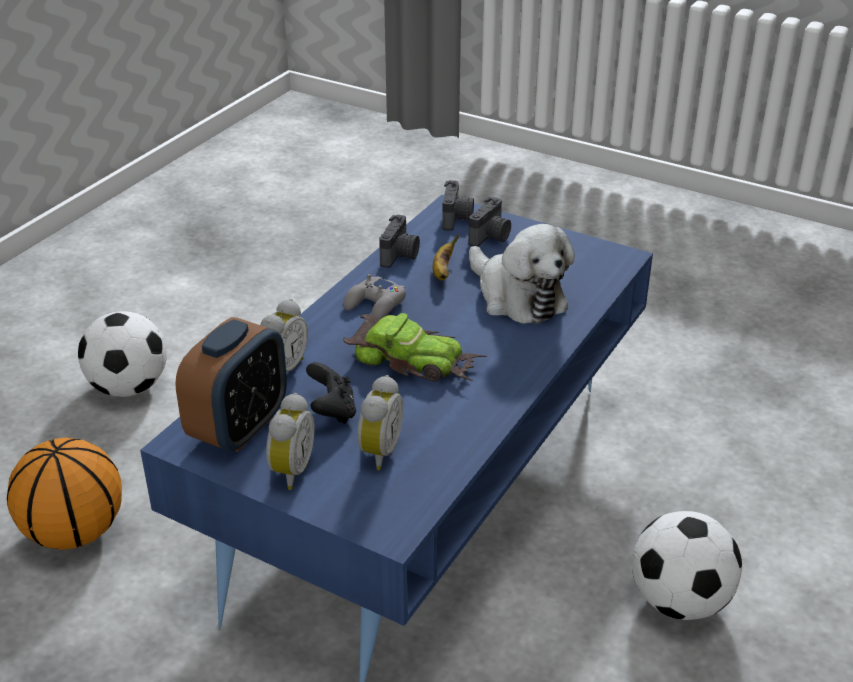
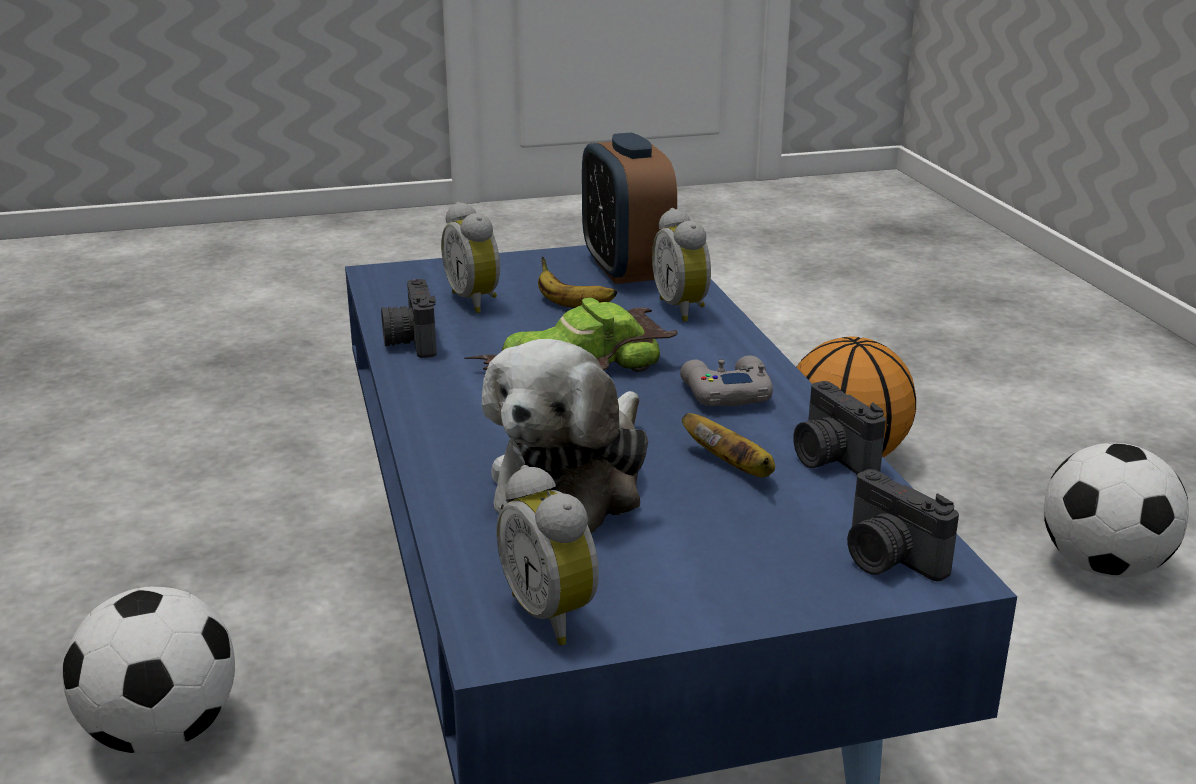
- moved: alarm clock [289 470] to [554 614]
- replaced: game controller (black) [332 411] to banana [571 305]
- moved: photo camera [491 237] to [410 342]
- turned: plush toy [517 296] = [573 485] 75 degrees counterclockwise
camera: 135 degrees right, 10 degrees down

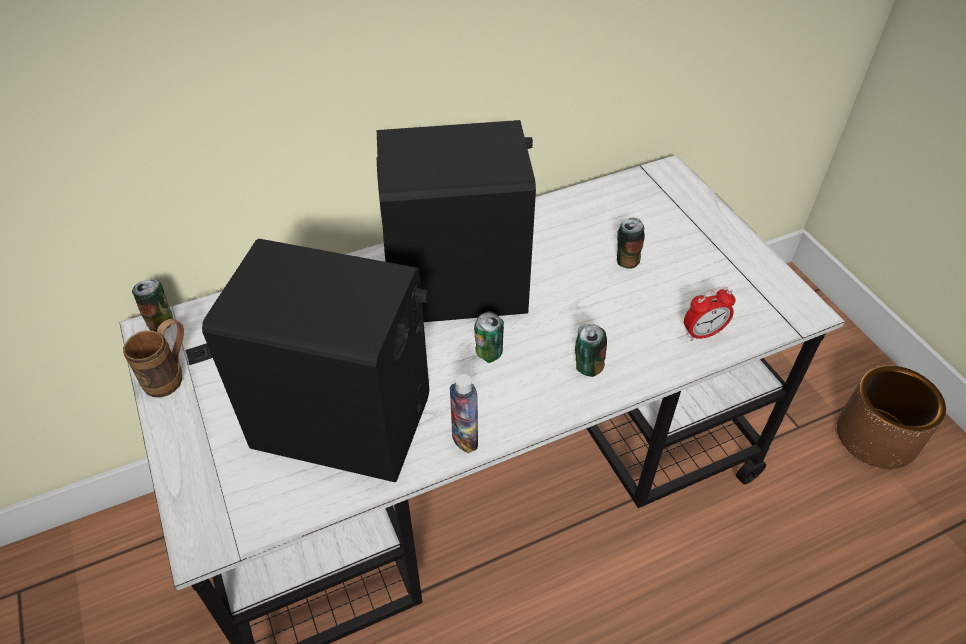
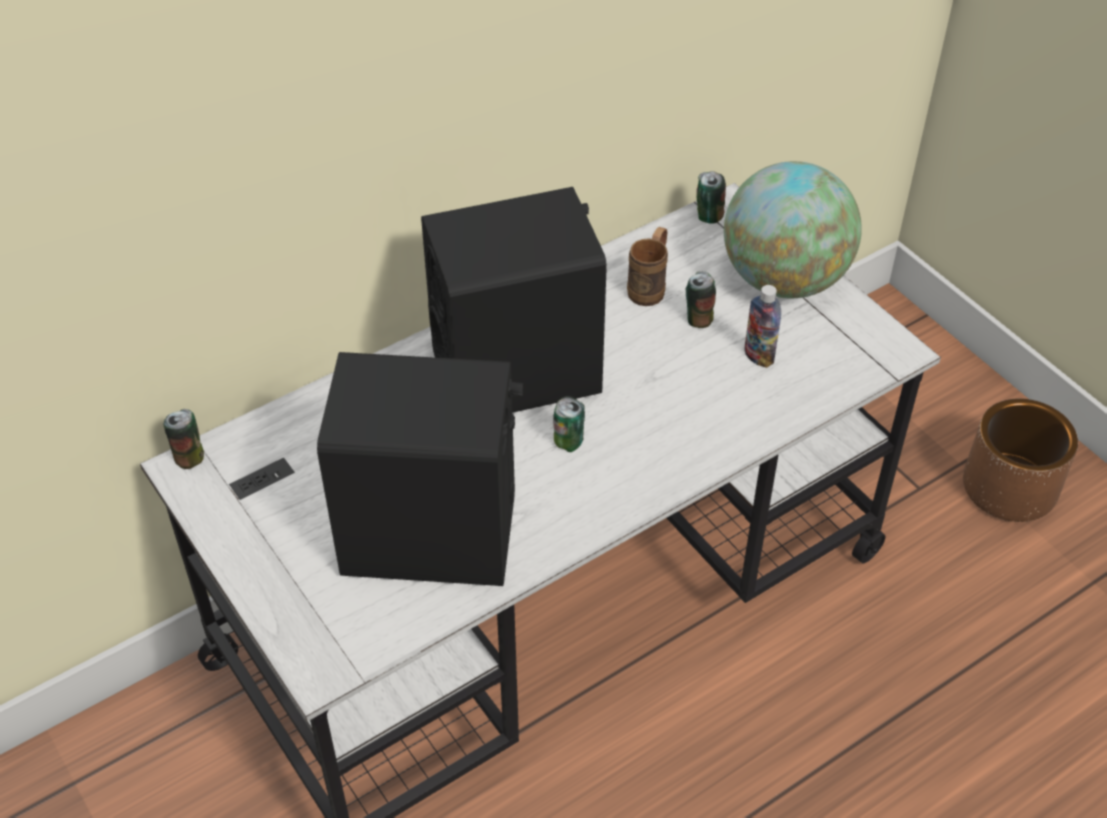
- moved: mug (brown) [171 376] to [650 287]
- moved: bottle [464 438] to [758 356]
- moved: can [587 366] to [708 216]
- removed: alarm clock [703 333]
- added: globe [783 279]
camera: 10 degrees left, 0 degrees up

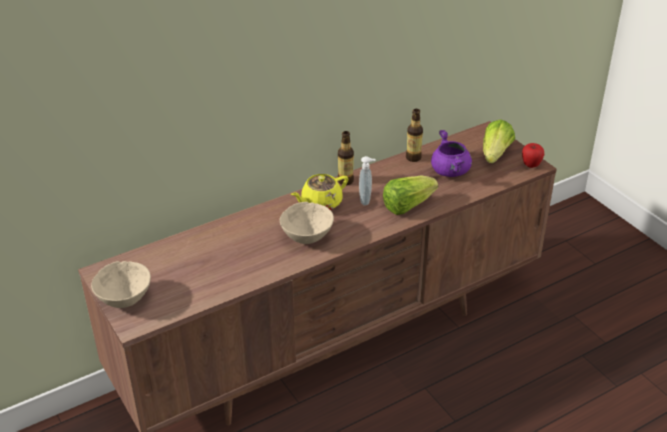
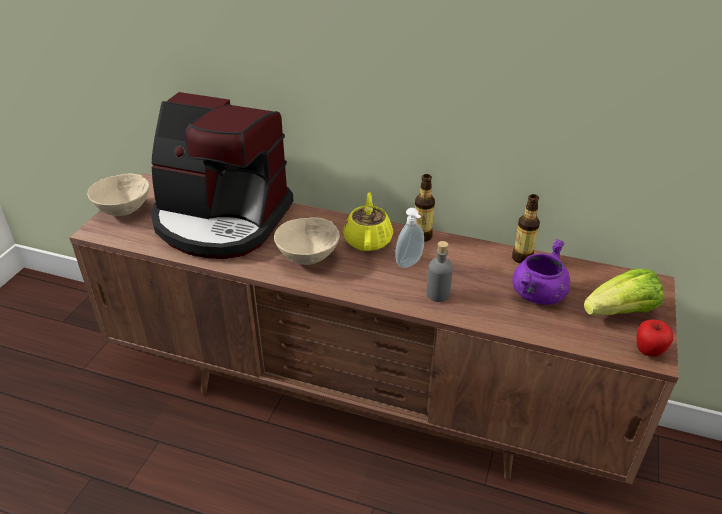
- turned: teapot (yellow) [320 203] = [368 240] 75 degrees clockwise
- replaced: lettuce [407 205] to bottle (grey) [438 294]
- added: coffee machine [221 220]
camera: 50 degrees right, 0 degrees up

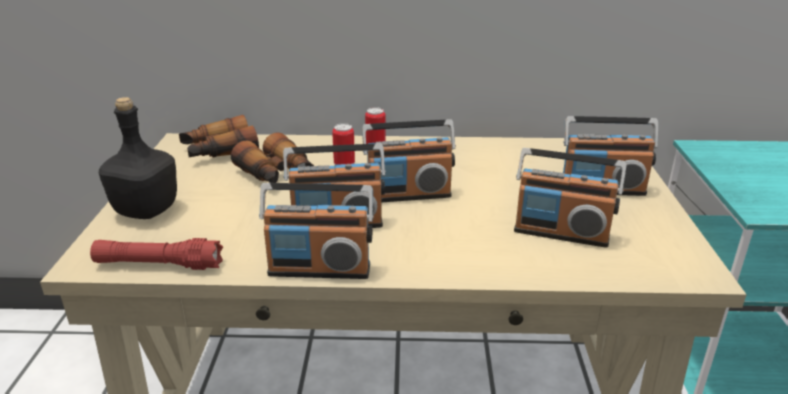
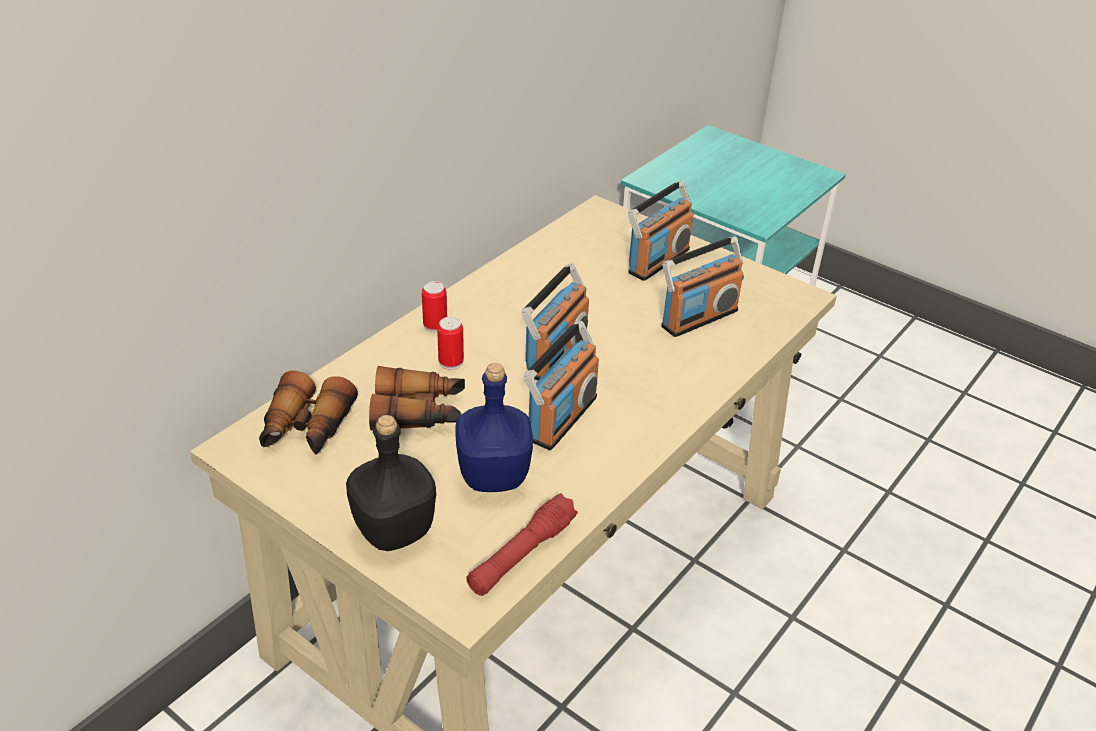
- removed: radio [319 269]
- added: bottle (blue) [494 477]
camera: 55 degrees left, 10 degrees up

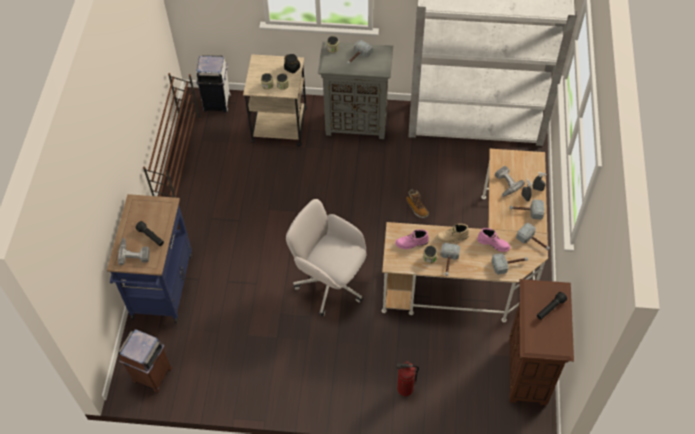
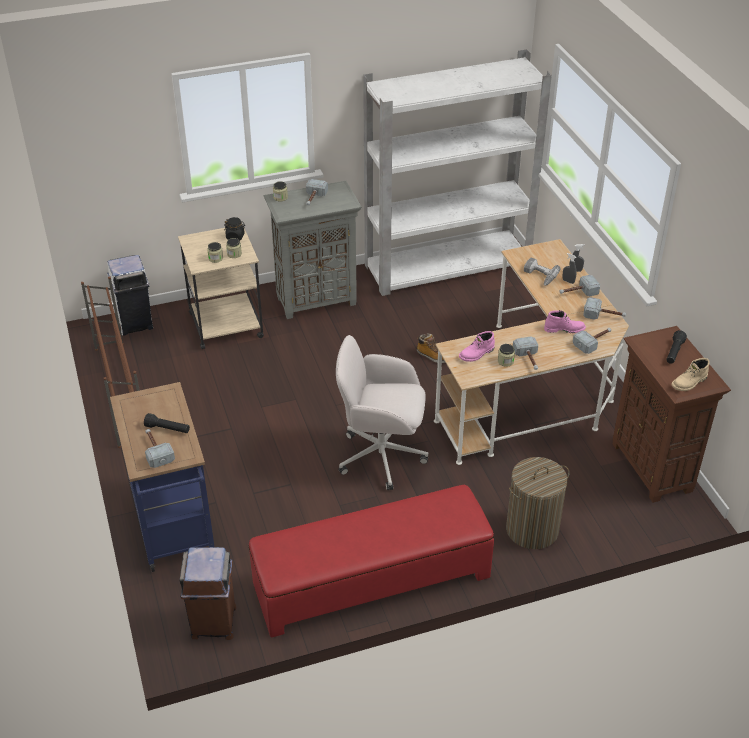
- replaced: power drill [134 252] to hammer [156 450]
- replaced: fire extinguisher [405 389] to laundry basket [532 529]
- moved: boot (beige) [452 237] to [689 383]
- added: bench (red) [371 580]
camera: 25 degrees left, 15 degrees down

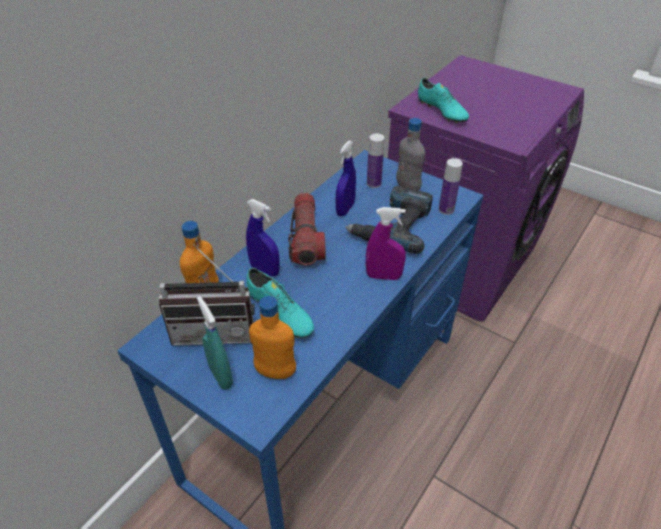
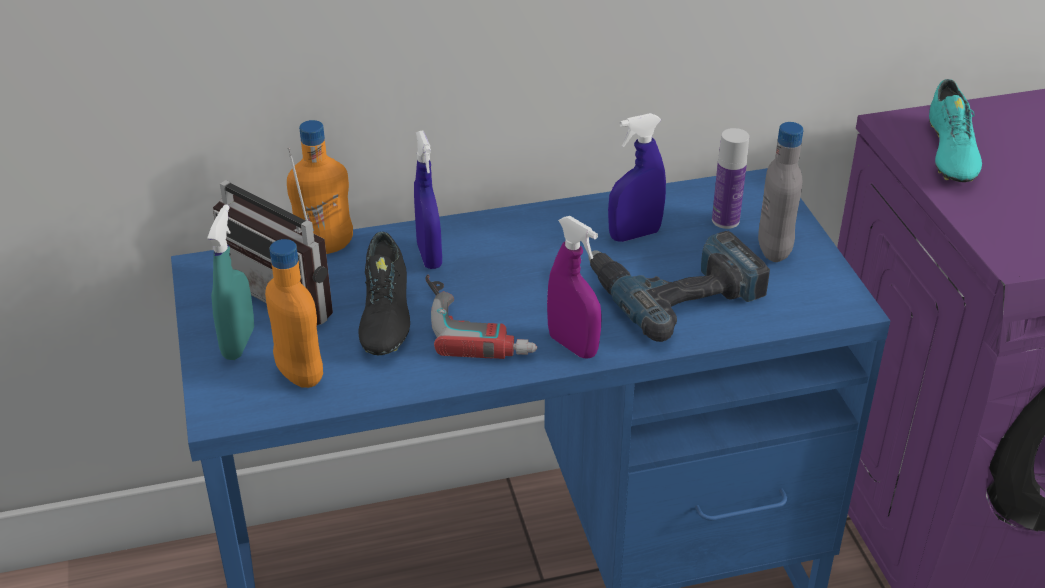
- recoloured: shoe (turquoise) [280 313] to shoe (black) [384 315]
- removed: flashlight [306 238]
- removed: bottle [446 209]
- added: power drill [479 323]
camera: 40 degrees right, 5 degrees down

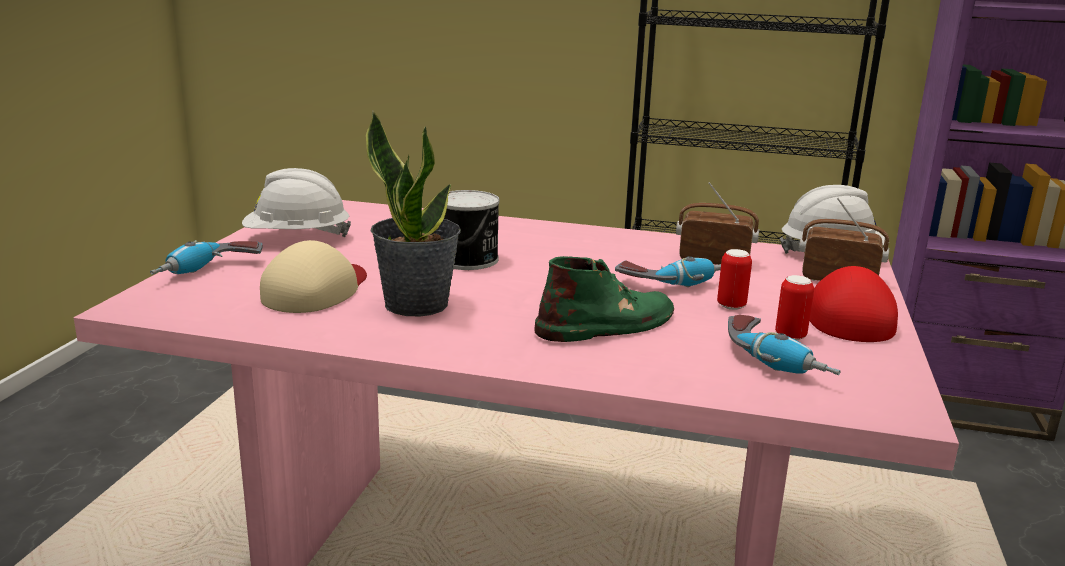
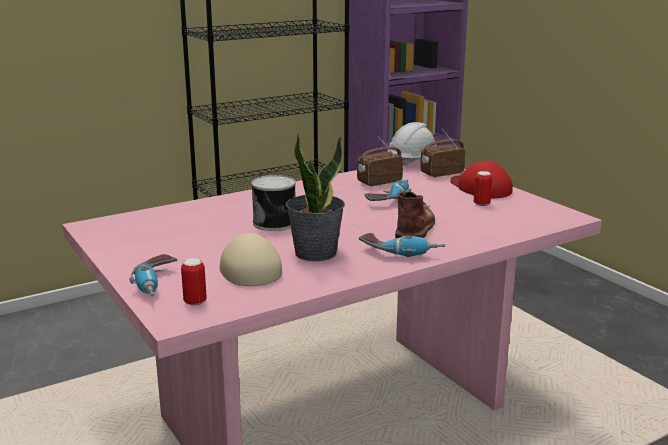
- removed: hard hat (white) [297 239]
- recoloured: boot (green) [608 325] to boot (brown) [414 227]
- moved: can [731 306] to [195 302]
- moved: power drill [777 361] to [401 252]
camera: 45 degrees left, 0 degrees up

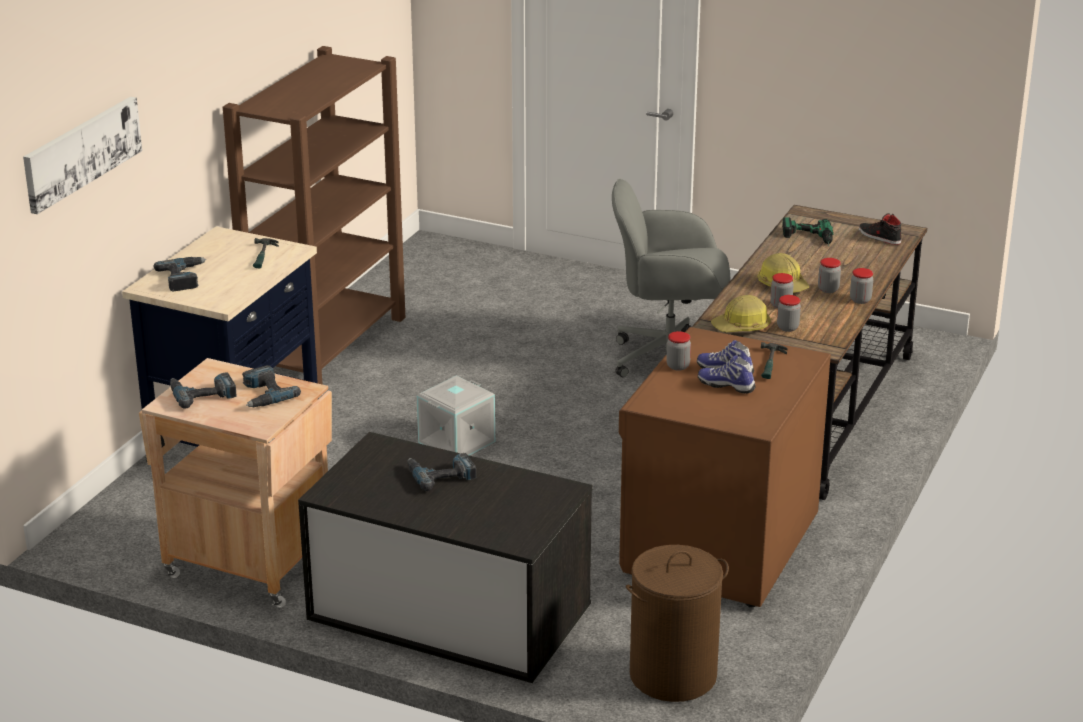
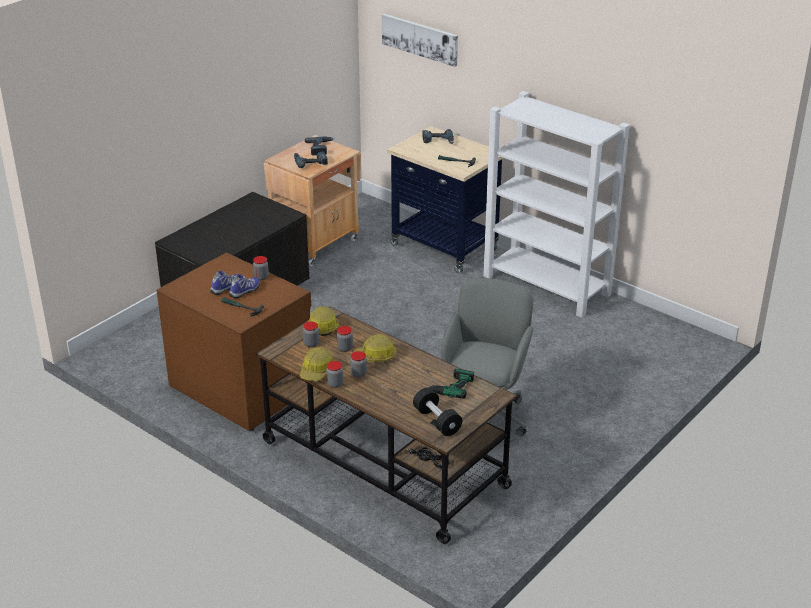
- recoloured: bookcase (brown) [327 347] to bookcase (white) [546 285]
- removed: power drill [441 475]
- removed: storage box (grey) [457 443]
- removed: laundry basket (brown) [672 675]
- replaced: shoe (black) [879 237] to dumbbell (black) [437 421]
- added: hard hat [317 371]
camera: 105 degrees right, 5 degrees up

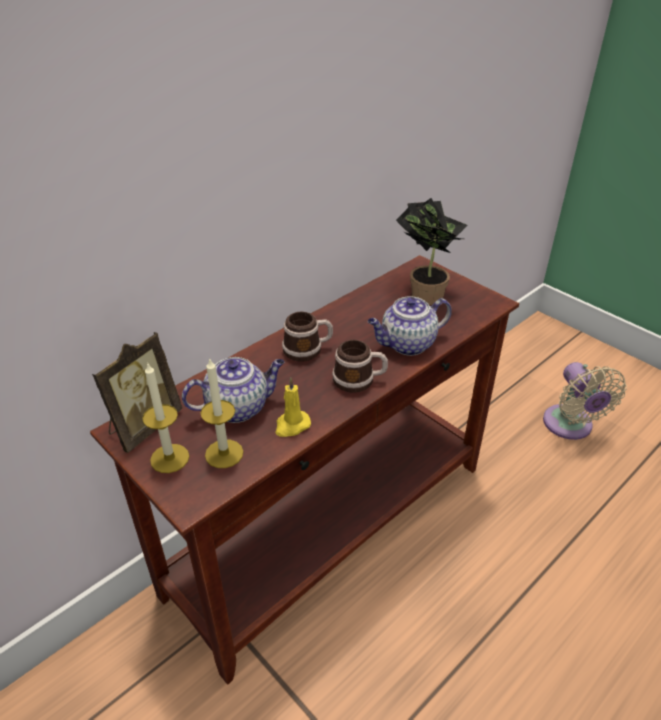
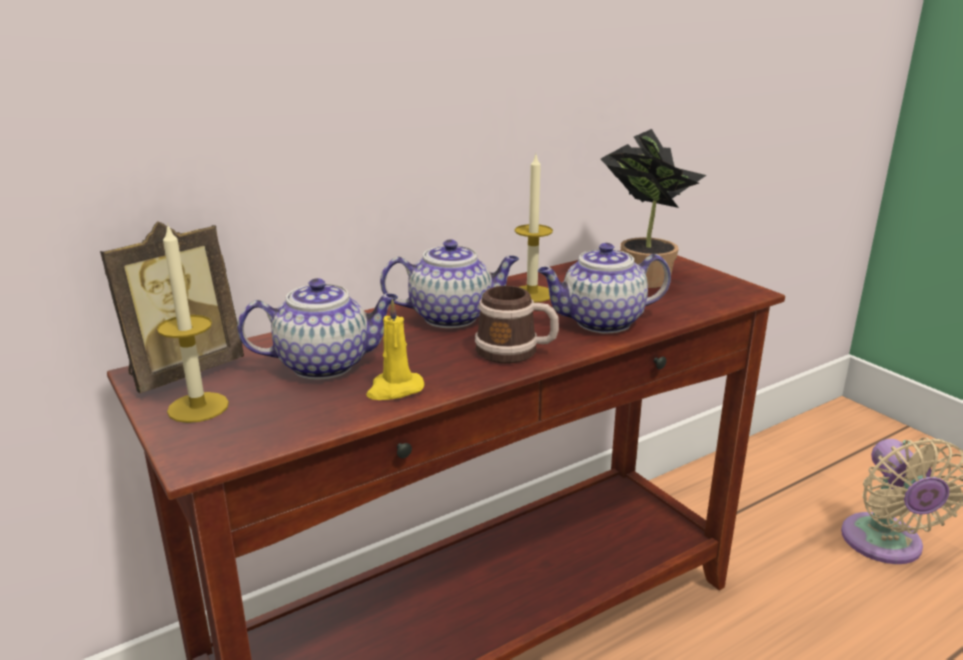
- moved: candle [224 453] to [531 294]
- replaced: mug [308 349] to teapot [452 317]
camera: 10 degrees right, 15 degrees down

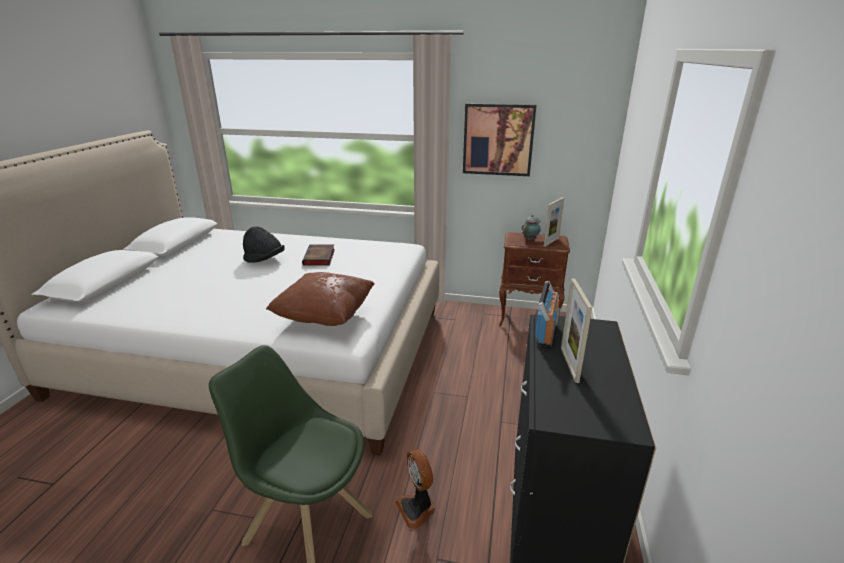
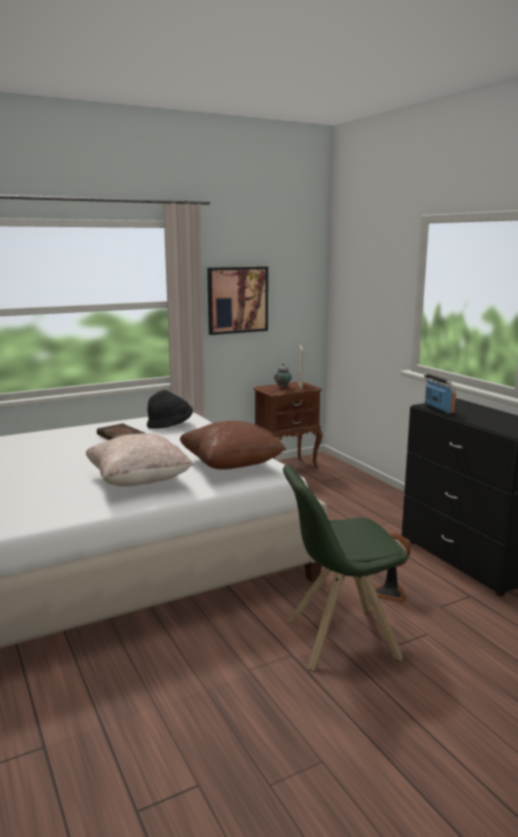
- moved: hat (black) [264 260] to [170 425]
- removed: picture frame [569 364]
- added: pillow (beige) [138 481]
camera: 40 degrees left, 10 degrees down

